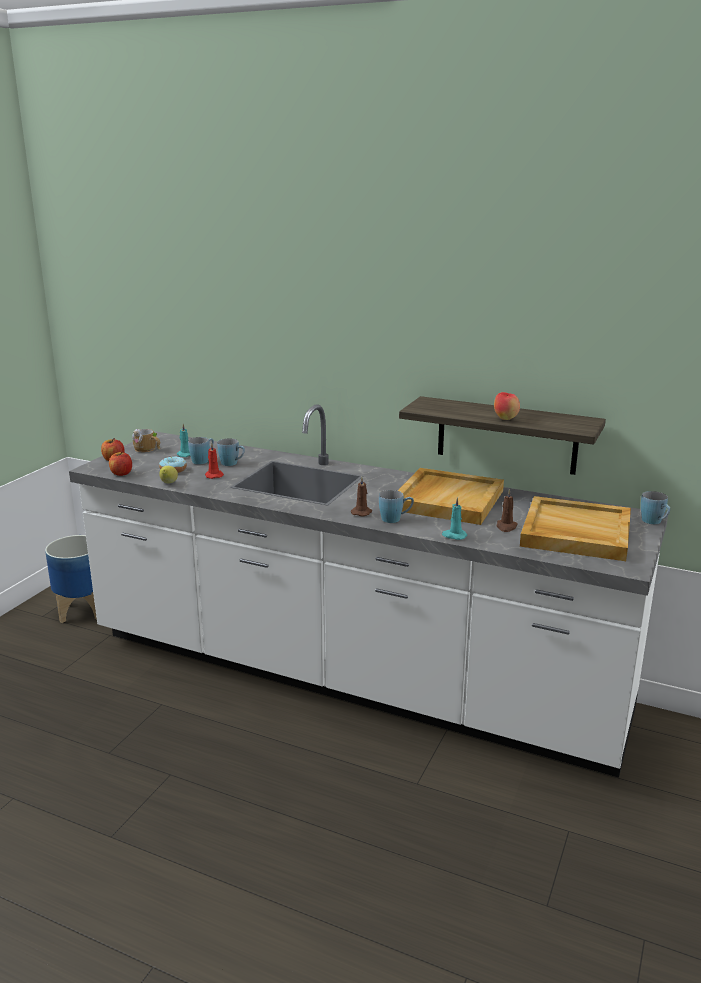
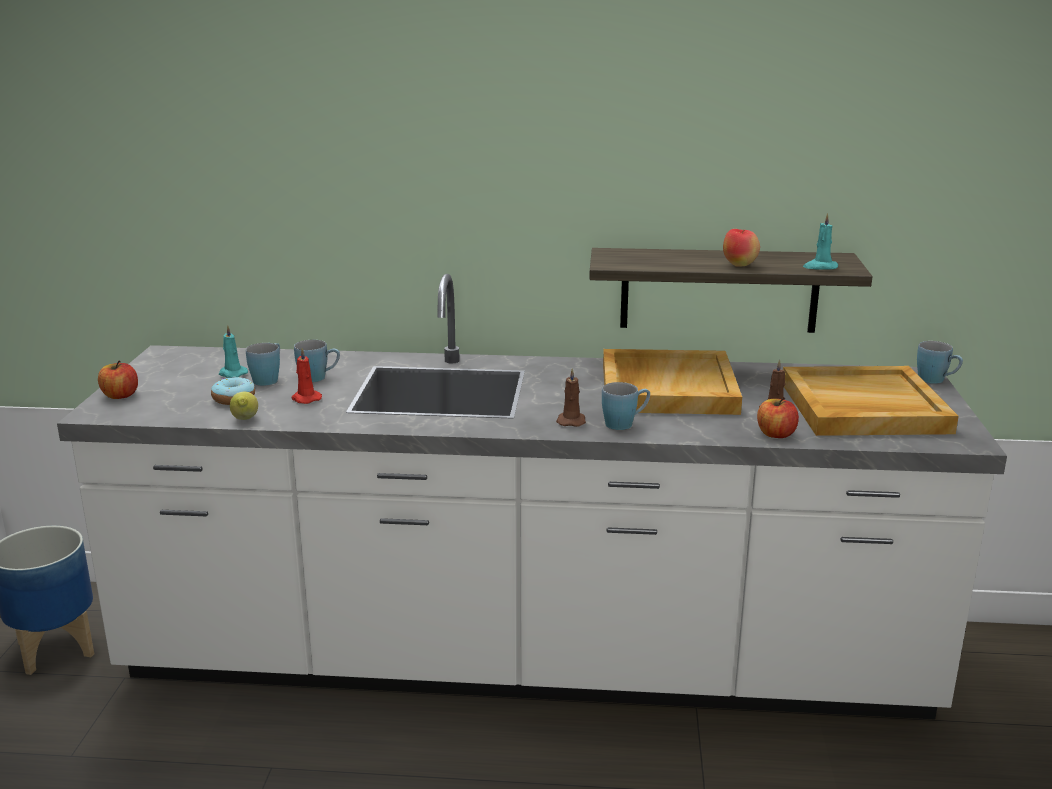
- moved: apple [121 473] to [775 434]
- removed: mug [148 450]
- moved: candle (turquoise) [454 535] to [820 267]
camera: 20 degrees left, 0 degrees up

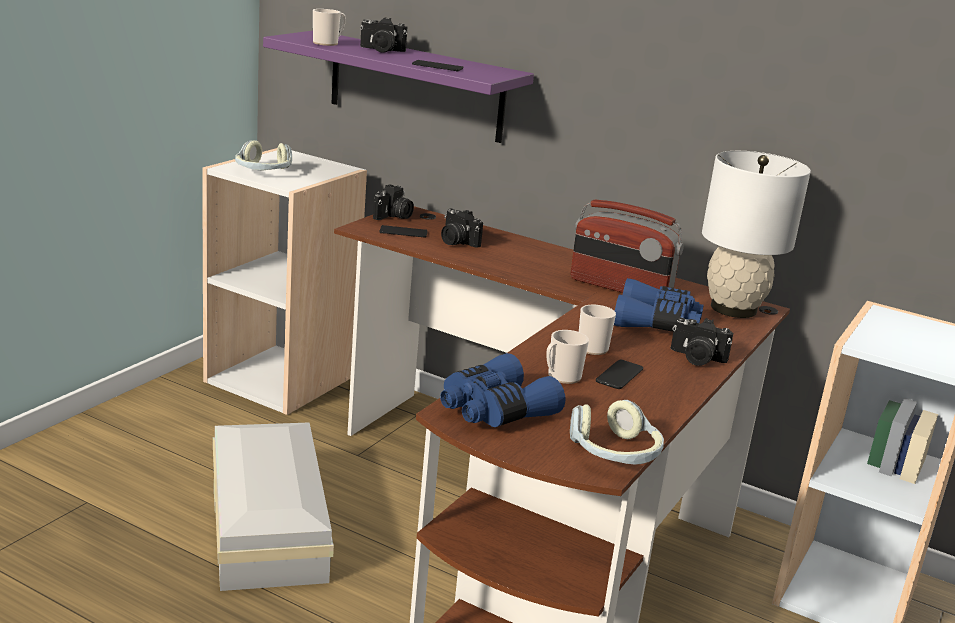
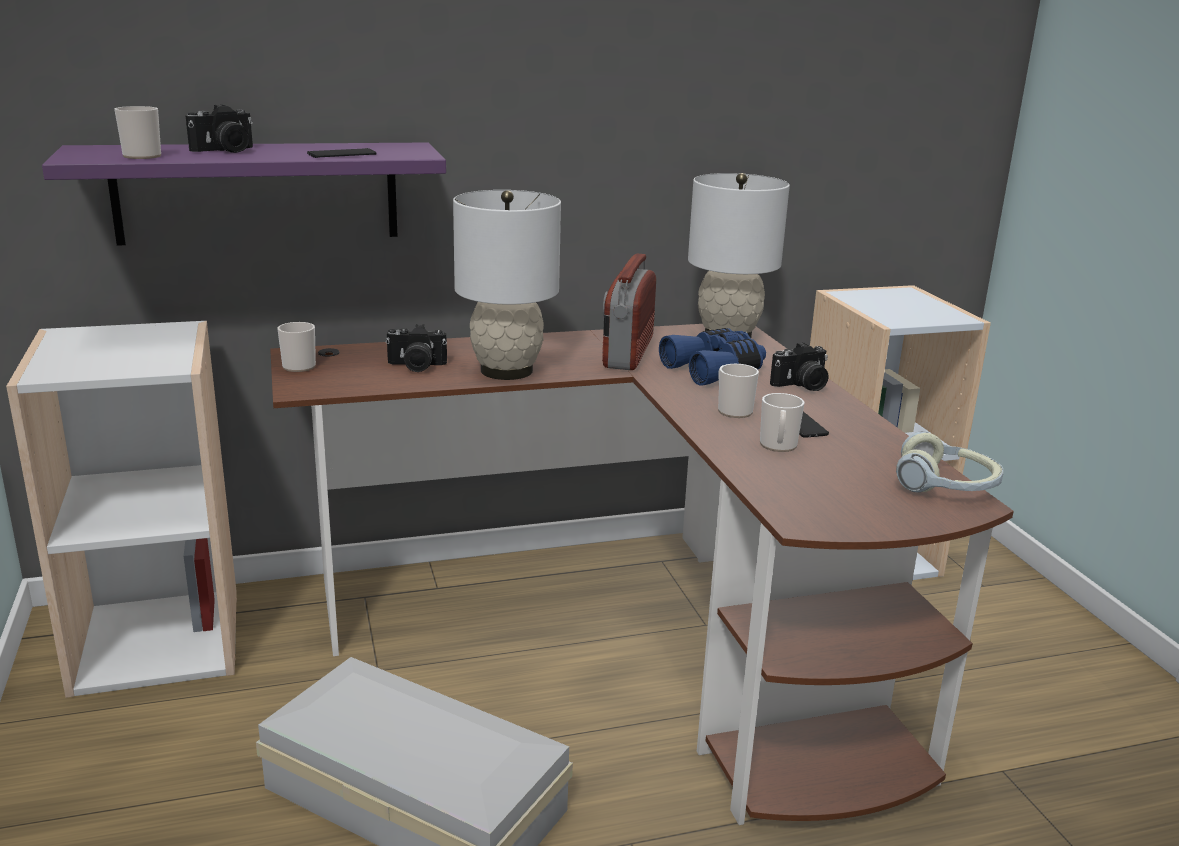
- removed: headphones [263 171]
- replaced: photo camera [393 216] to mug [299 365]
- removed: phone [403 232]
- removed: binoculars (blue) [494 410]
- turned: radio [620 288] = [627 352] 120 degrees clockwise
- added: table lamp (white) [506 371]
camera: 45 degrees left, 0 degrees up

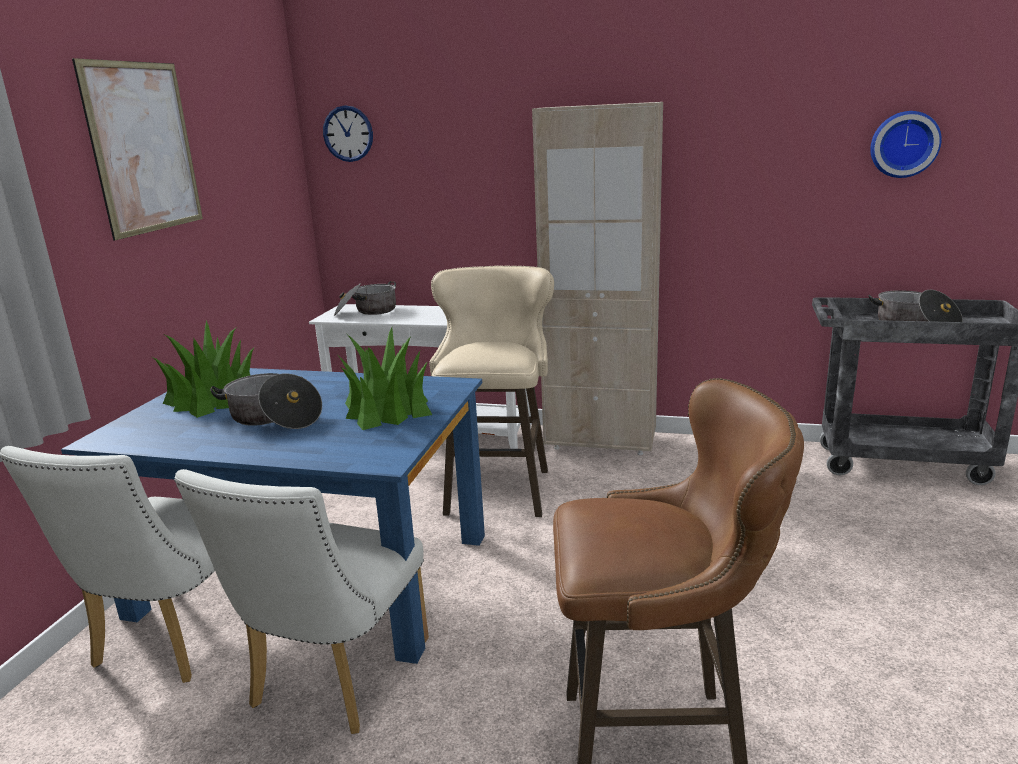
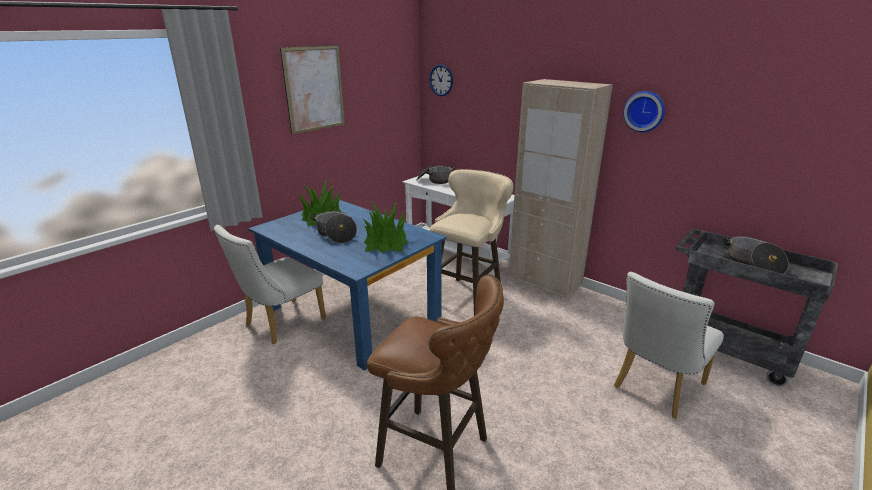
- moved: chair (white) [333 681] to [655 388]
- moved: wall clock [904 144] to [644 111]
camera: 25 degrees right, 5 degrees up

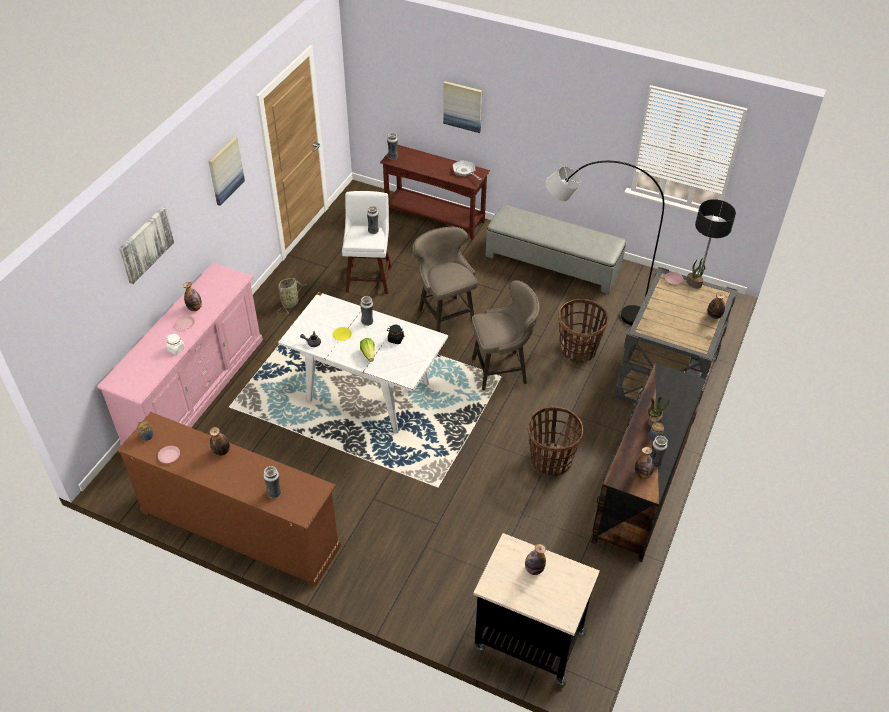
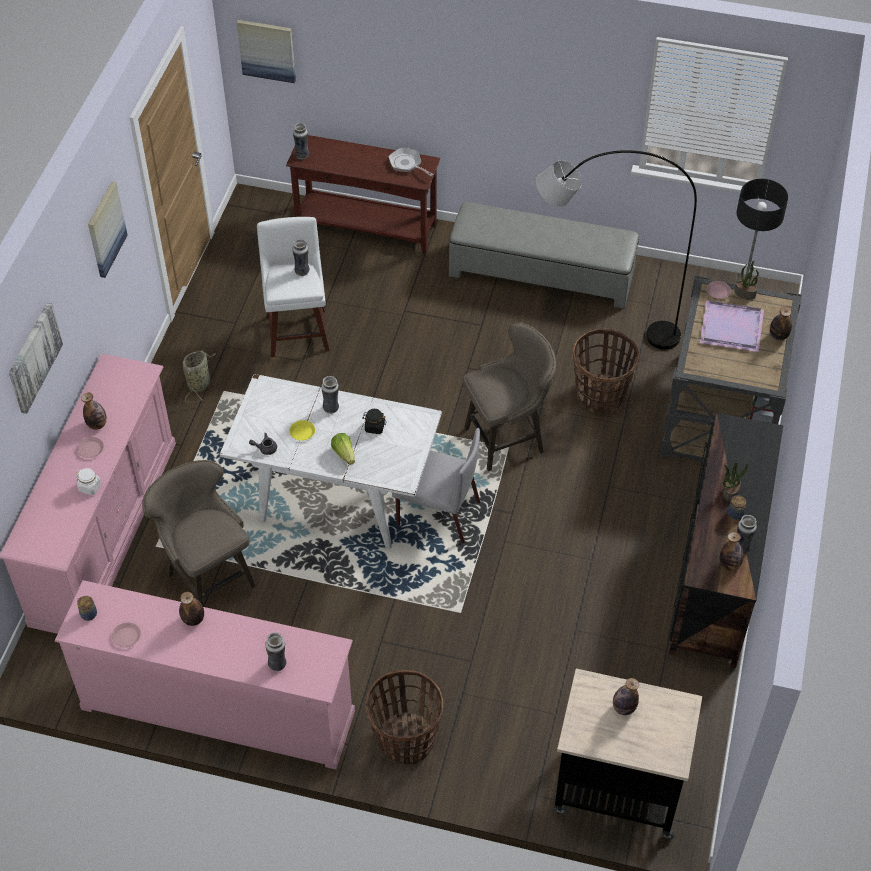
- recoloured: cabinet (brown) [239 528] to cabinet (pink) [217 709]
- moved: stool (beige) [445 315] to [208 577]
- moved: picture [463 106] to [267 50]
- moved: basket [550 461] to [405 740]
- added: chair (grey) [437 513]
- added: tray (purple) [733 327]
camera: 10 degrees left, 5 degrees up

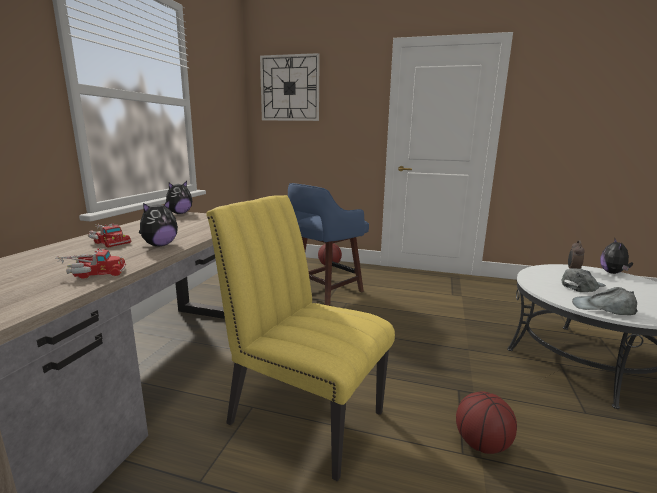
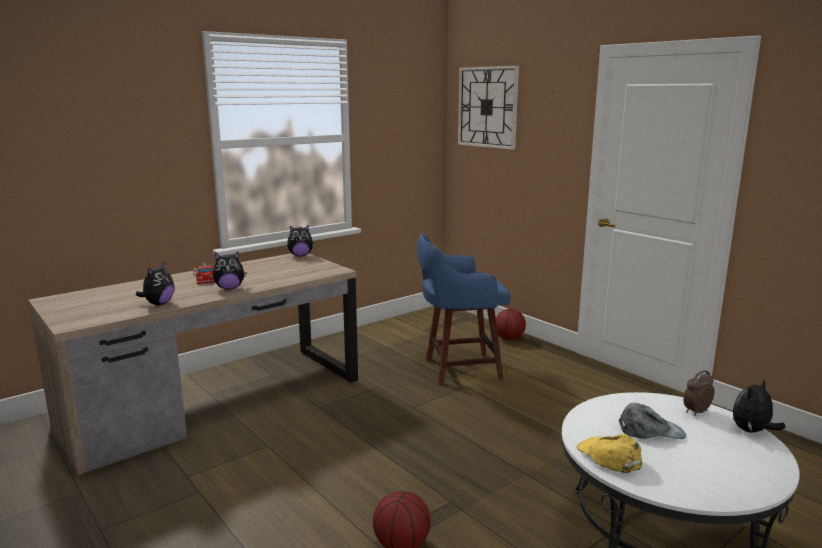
- replaced: toy truck [92 273] to plush toy [158 304]
- removed: chair (yellow) [307 418]
- recoloured: cap (grey) [603 308] to cap (yellow) [609 457]
camera: 35 degrees right, 0 degrees up

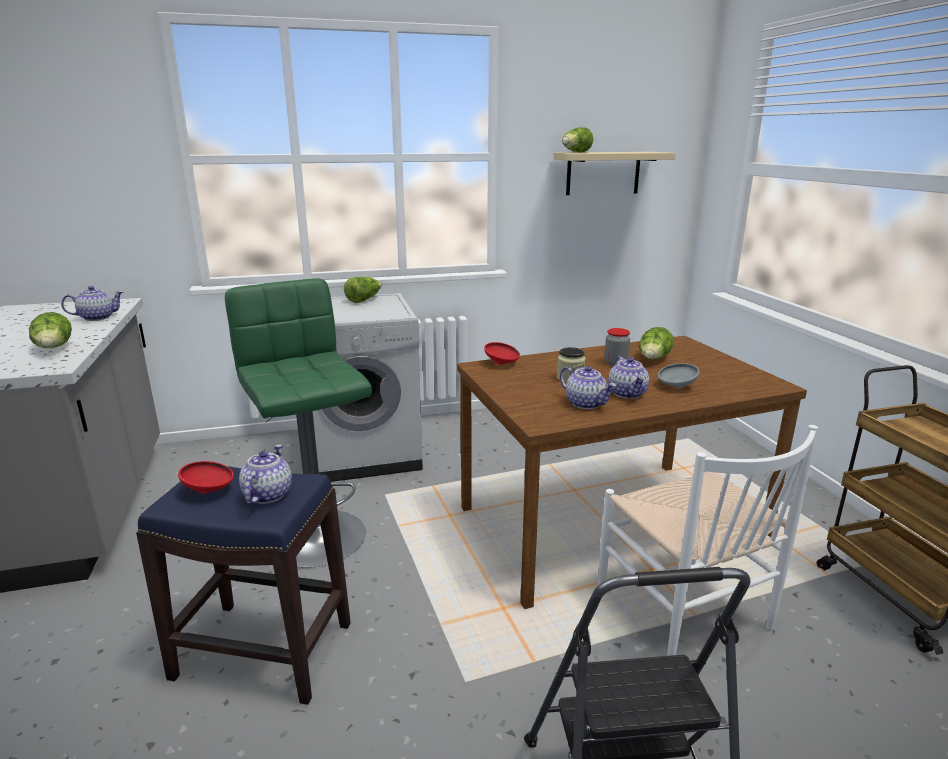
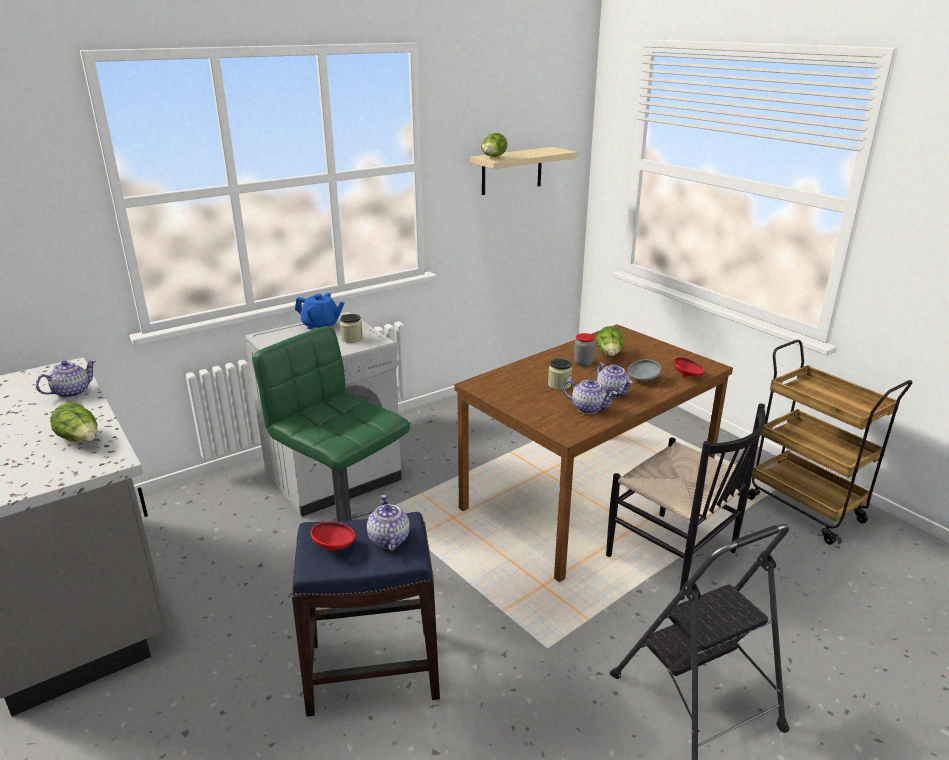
- replaced: lettuce [364 300] to teapot (blue) [321 325]
- moved: bowl (red) [502 363] to [687 376]
- recoloured: chair (white) [686 615] to chair (black) [675 557]
- added: jar [351 338]
camera: 20 degrees left, 5 degrees up

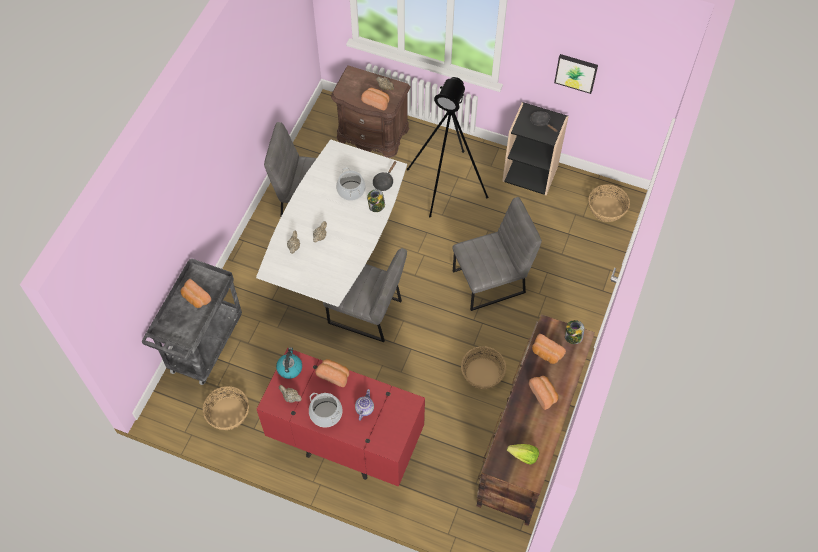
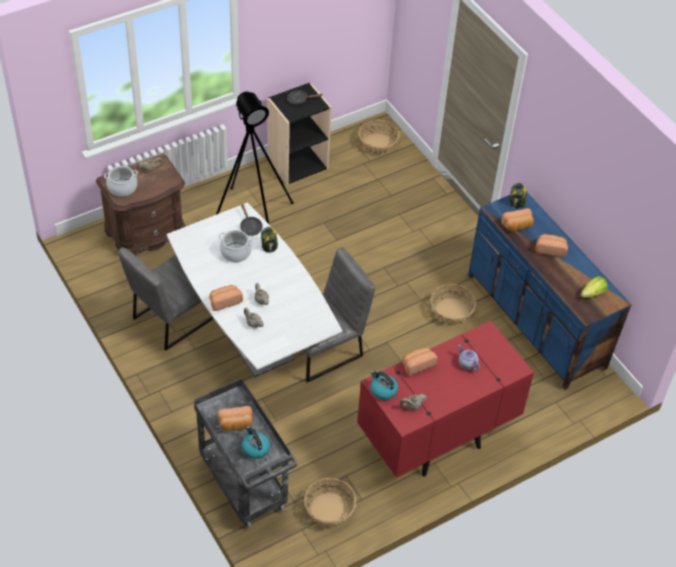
- moved: cooking pot [326 413] to [122 187]
- moved: bread [376 102] to [225 301]
- removed: chair (grey) [491 281]
- recoloured: cabinet (brown) [527 440] to cabinet (blue) [535 322]
- removed: picture [576 72]
- added: kettle [255 448]
camera: 55 degrees left, 10 degrees down

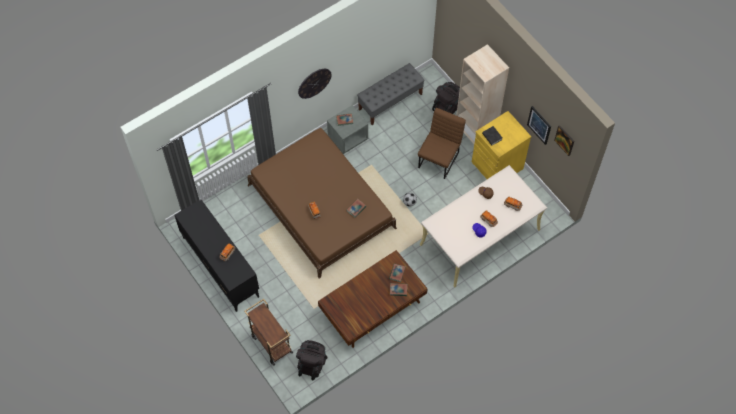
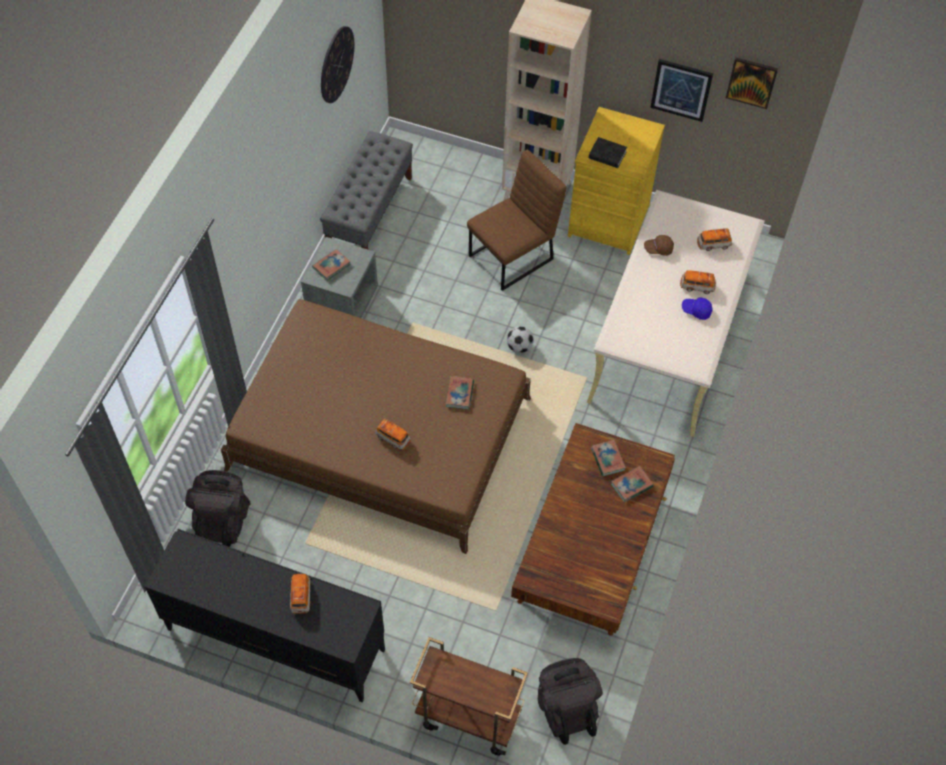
- moved: wall clock [314 83] to [336 64]
- turned: chair (brown) [439 158] = [513 256] 60 degrees clockwise
- moved: backpack (black) [448 106] to [223 520]
camera: 35 degrees left, 5 degrees down

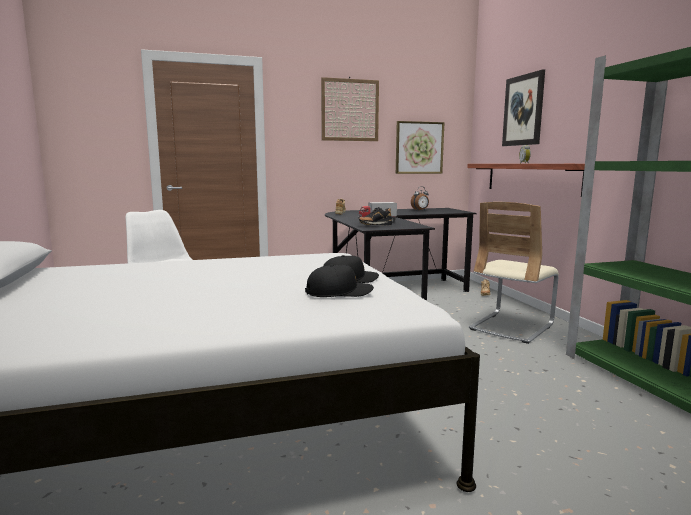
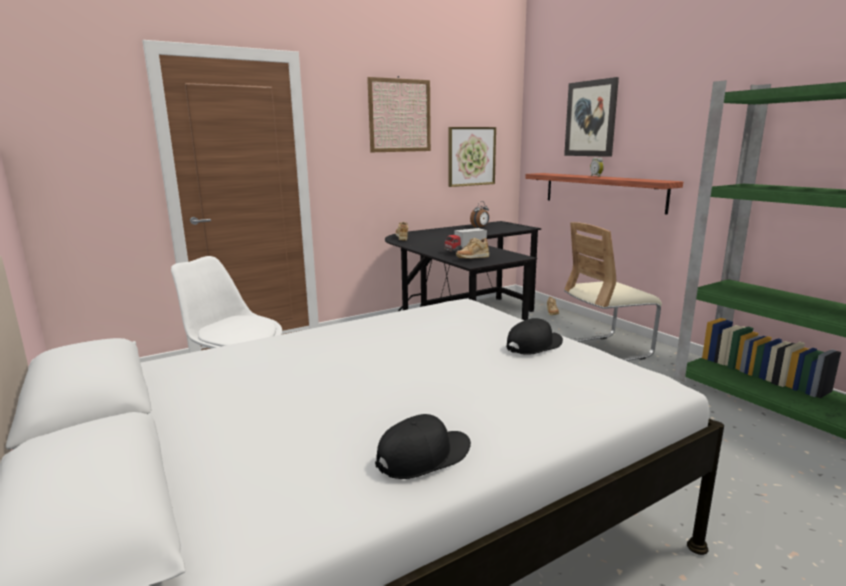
- moved: cap (black) [339 292] to [424 456]
- recoloured: shoe (black) [375 225] to shoe (beige) [472 259]
- turned: chair (beige) [511 327] = [604 351] 45 degrees clockwise
camera: 15 degrees left, 5 degrees up

